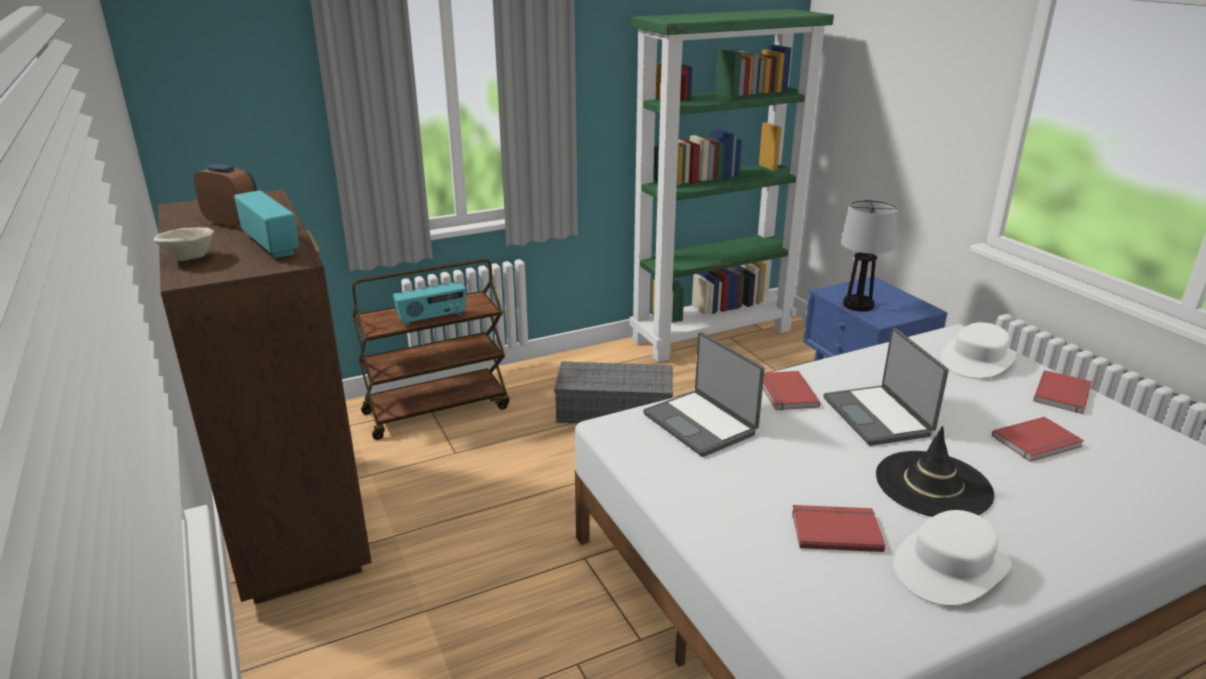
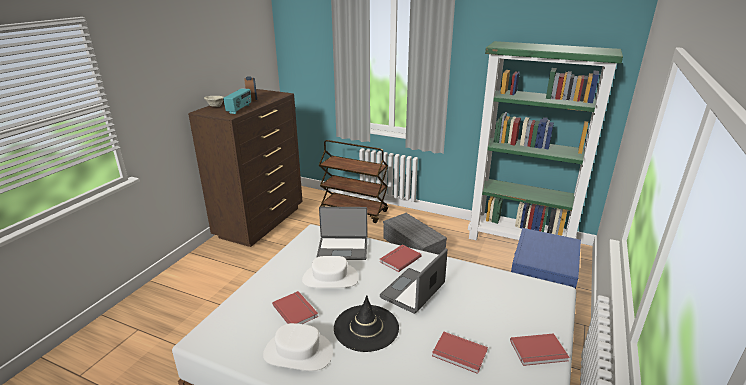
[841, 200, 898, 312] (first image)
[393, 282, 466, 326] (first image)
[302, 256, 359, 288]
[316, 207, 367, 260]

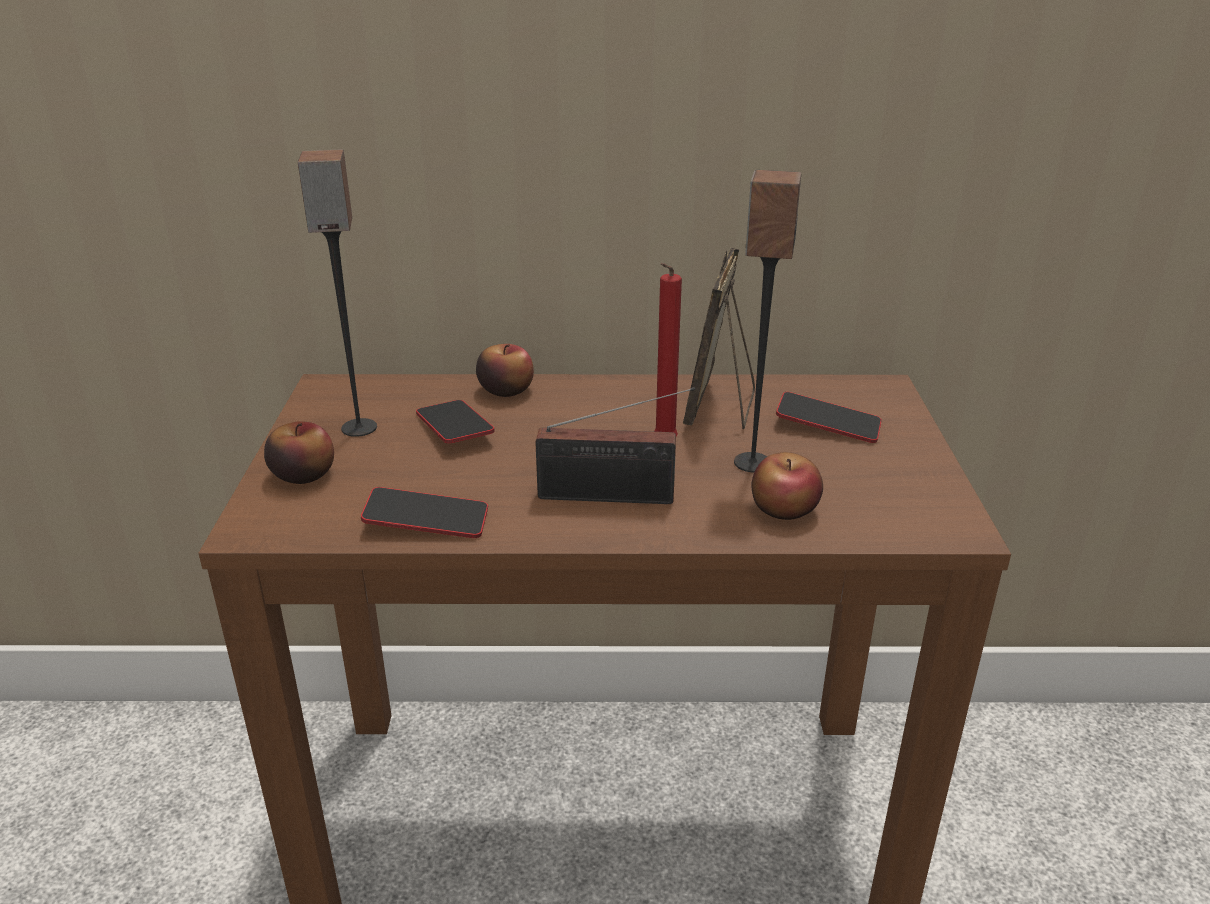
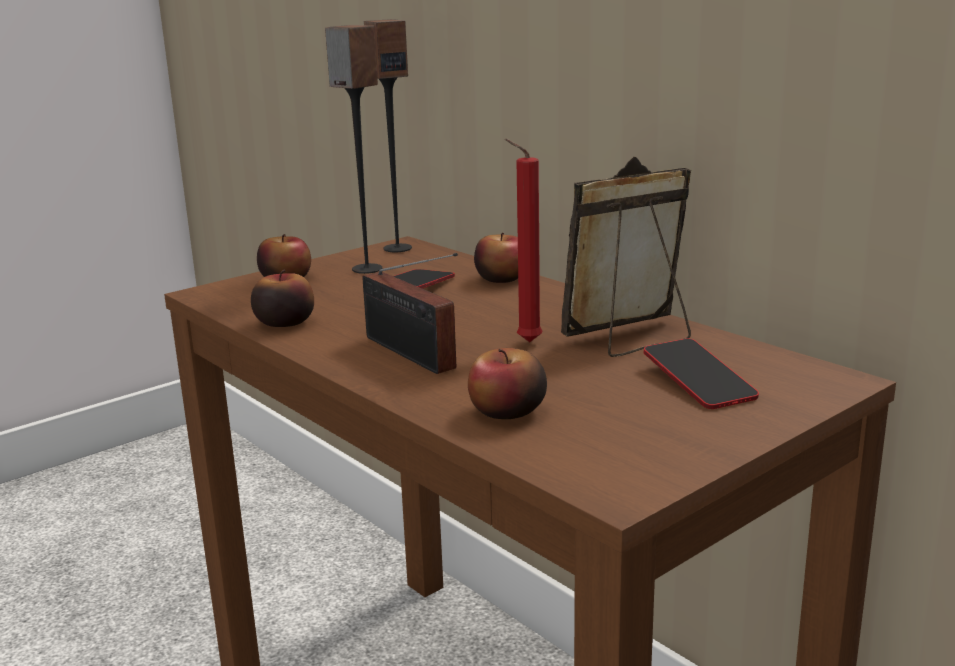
[364, 19, 412, 252]
[251, 269, 314, 327]

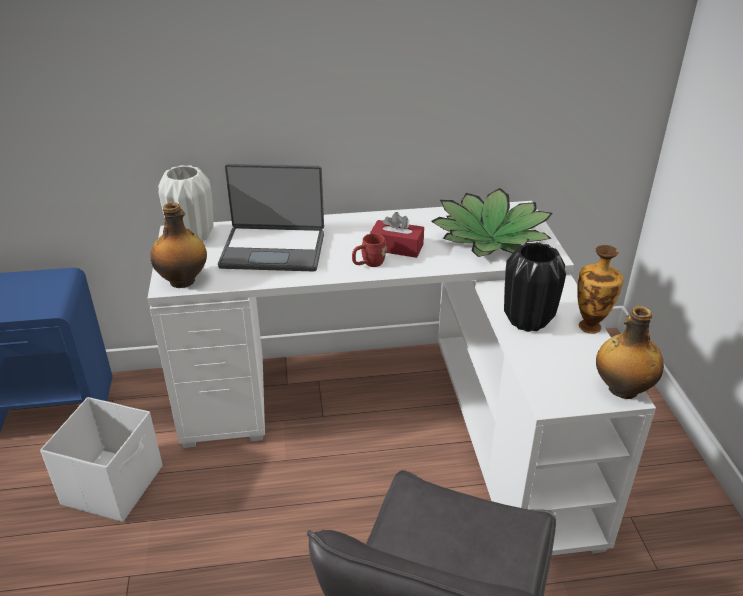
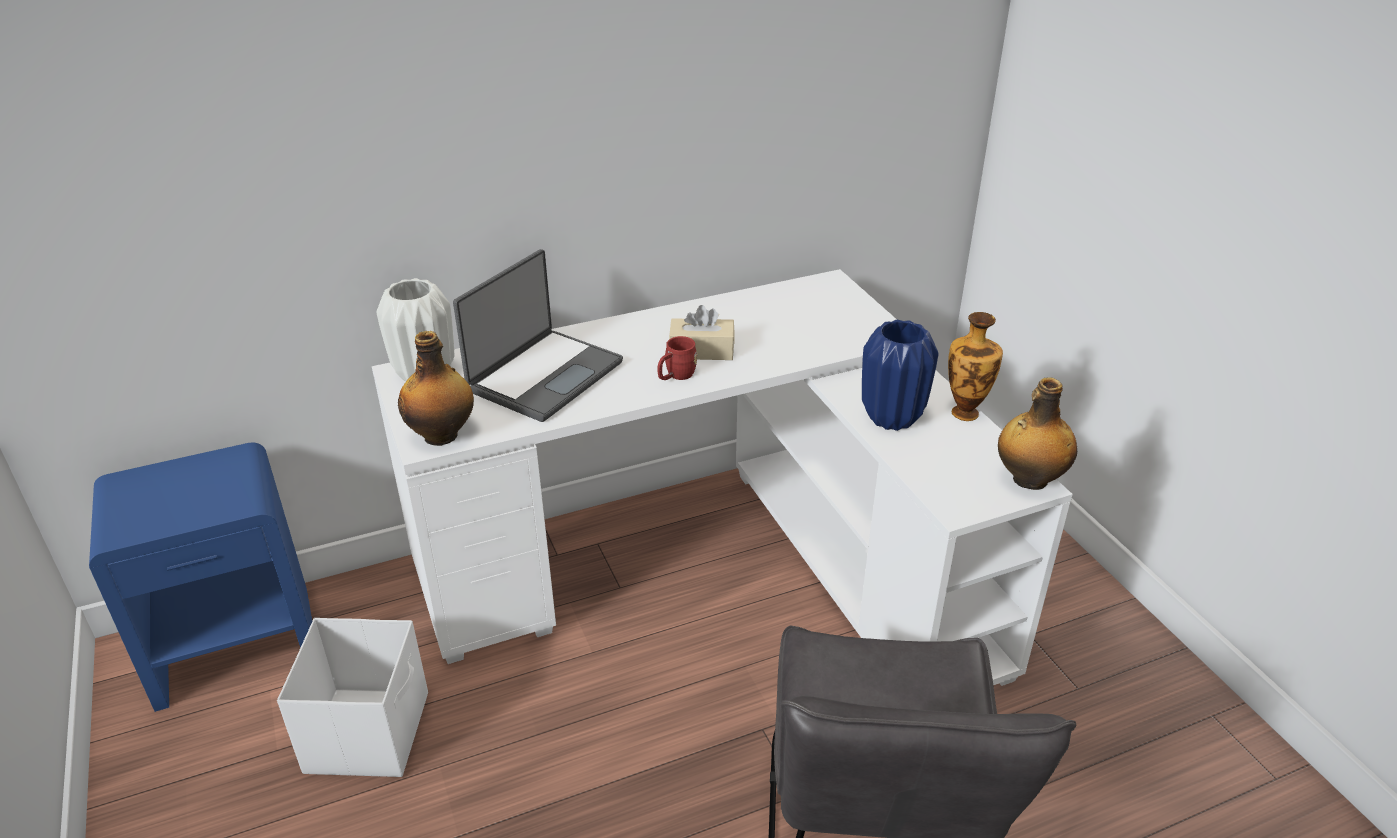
[453, 249, 623, 422]
[431, 188, 553, 257] (first image)
[669, 305, 735, 360]
[862, 320, 939, 431]

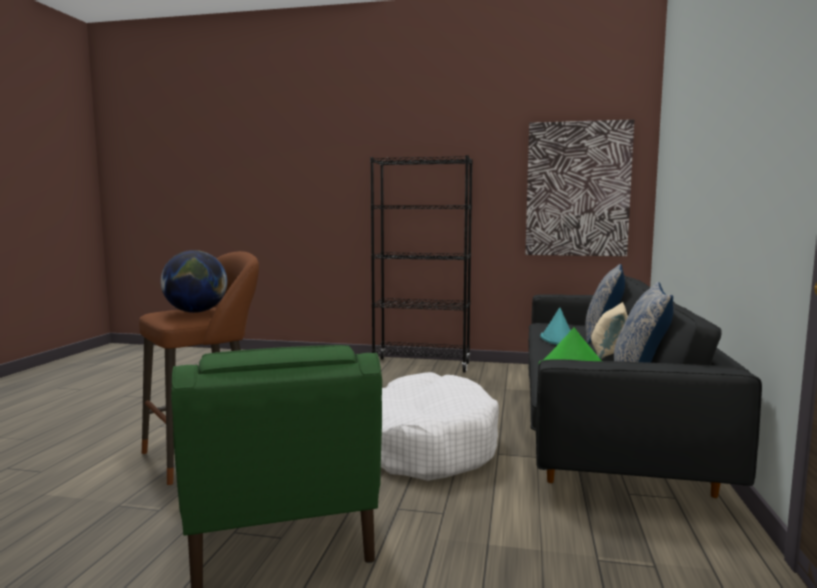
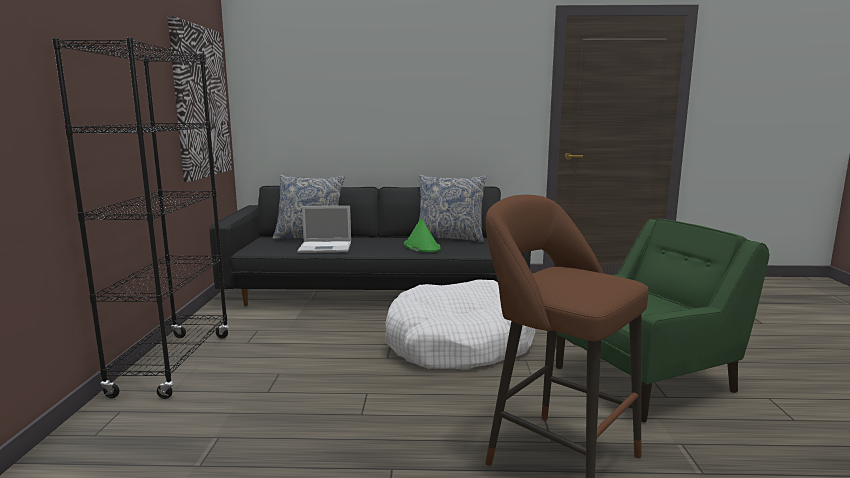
[161, 250, 227, 313] (first image)
[591, 302, 628, 359] (first image)
[297, 206, 351, 253]

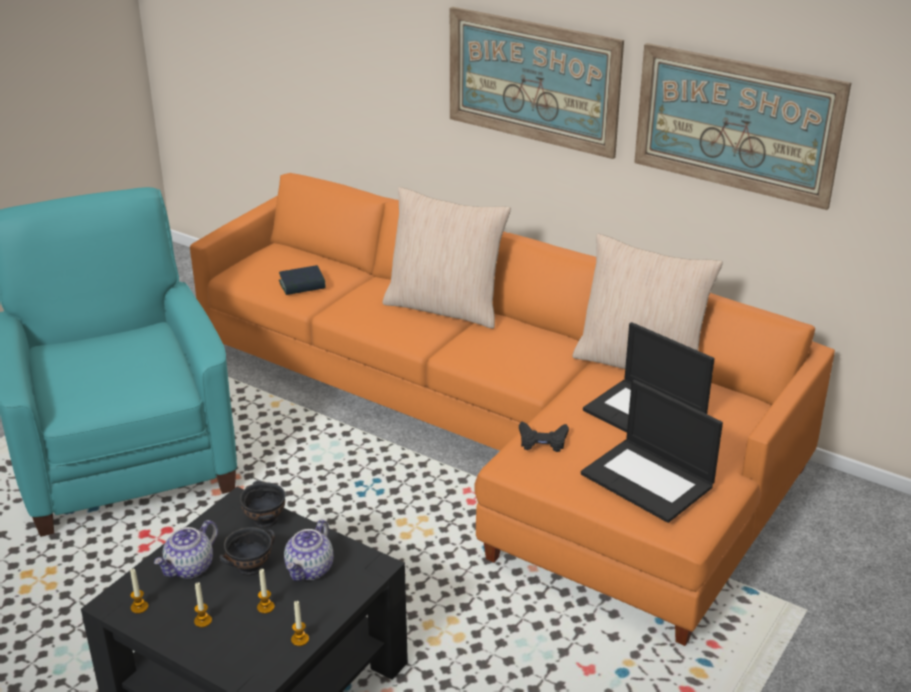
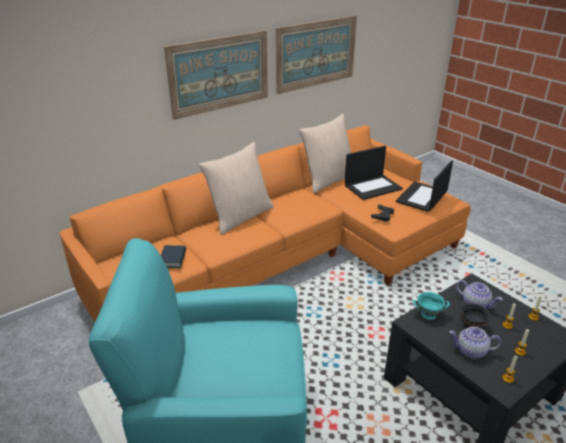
[396, 160, 453, 212]
[413, 292, 450, 320]
[449, 327, 502, 359]

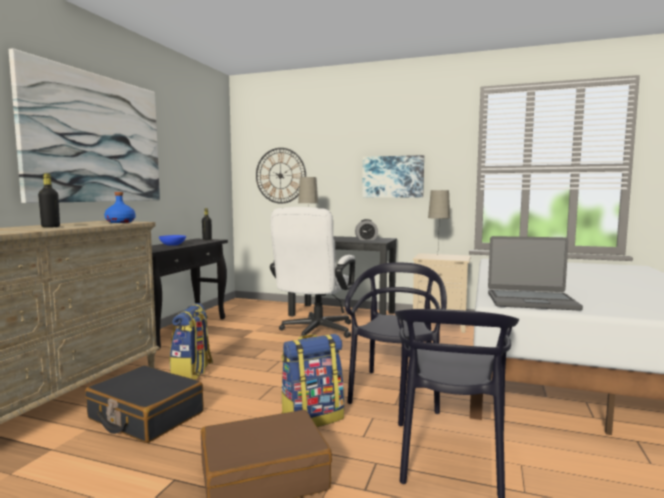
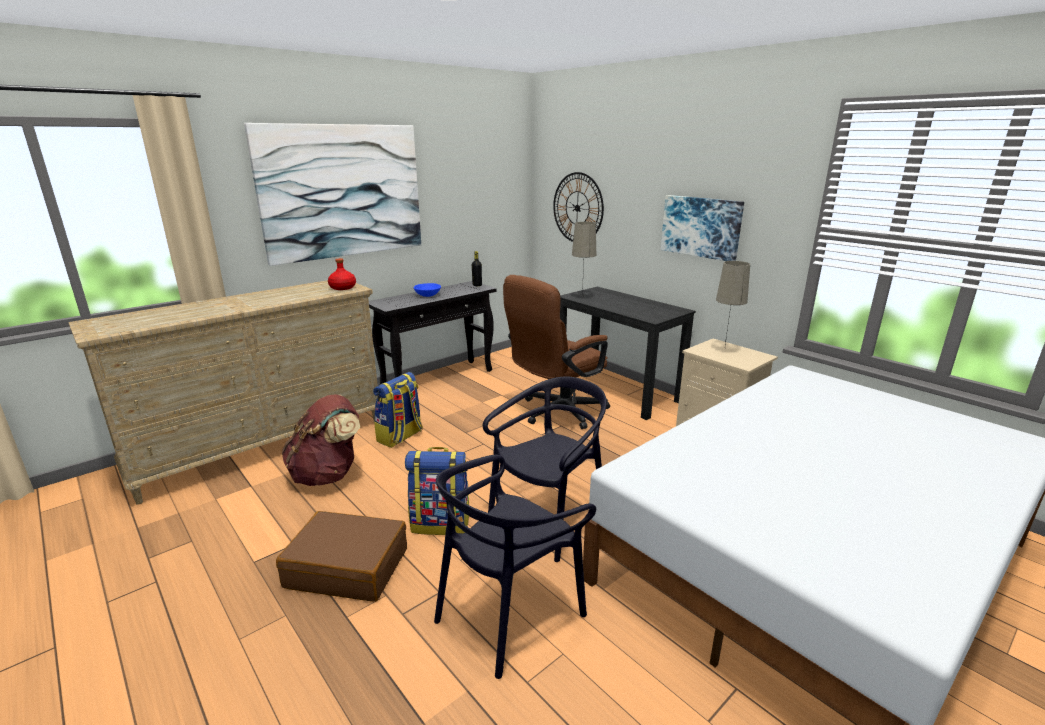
[38, 174, 60, 228] (first image)
[328, 258, 356, 290]
[503, 275, 610, 429]
[355, 219, 378, 240] (first image)
[488, 236, 583, 311] (first image)
[282, 394, 360, 486]

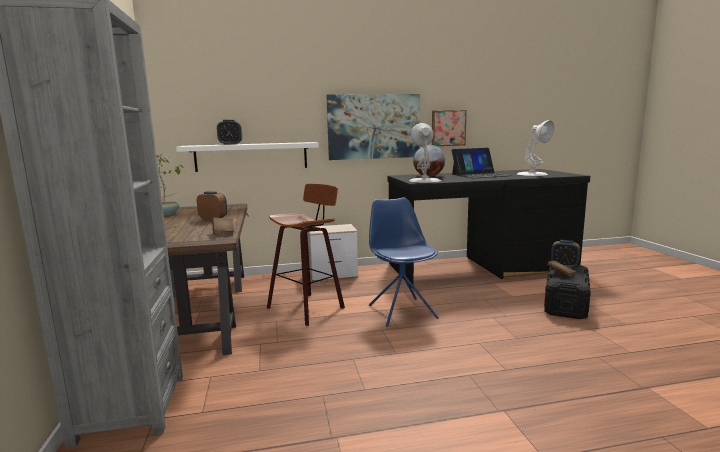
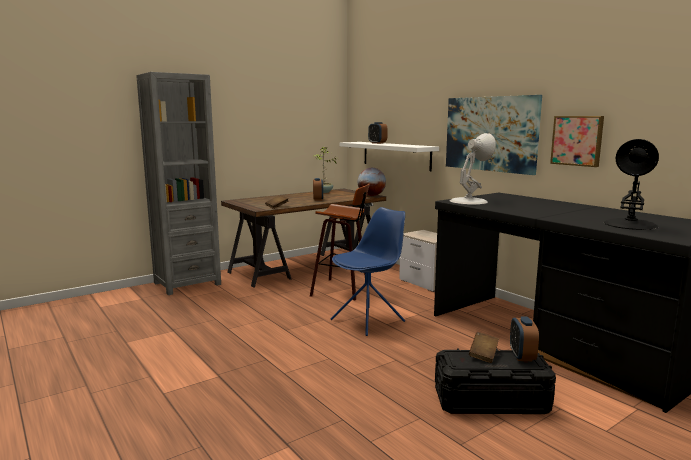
[604, 139, 659, 230]
[358, 168, 386, 196]
[452, 148, 512, 178] (first image)

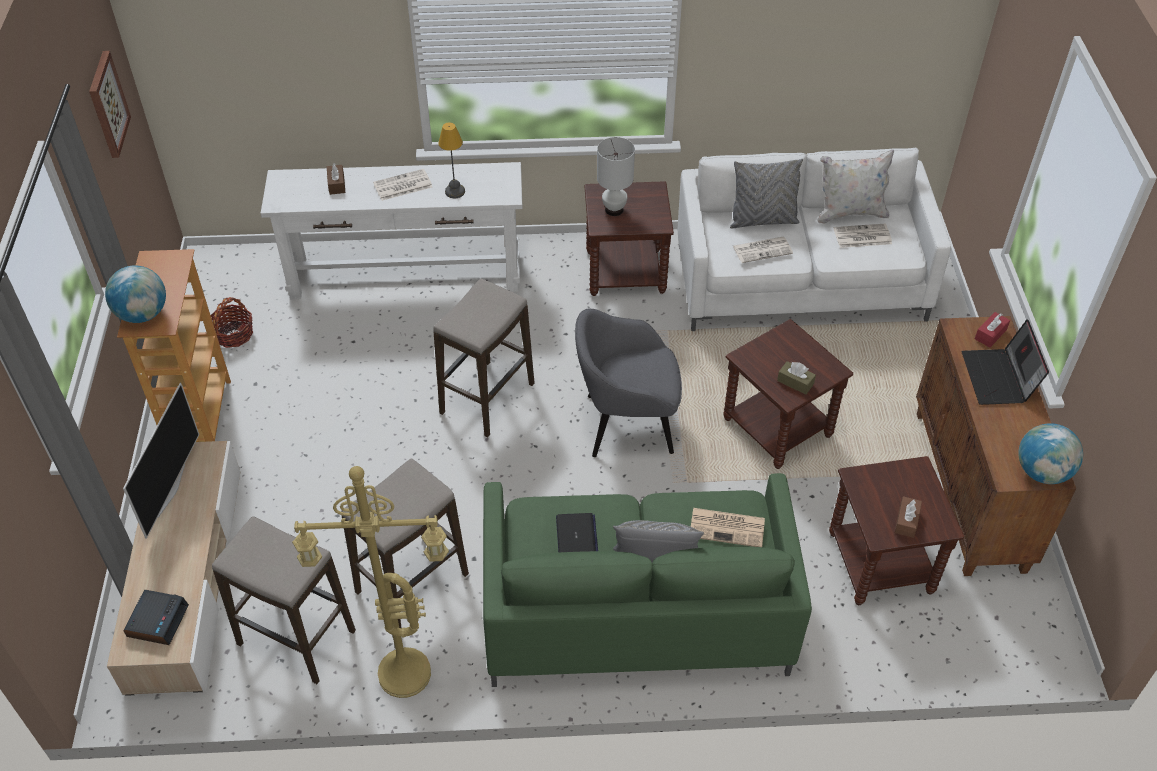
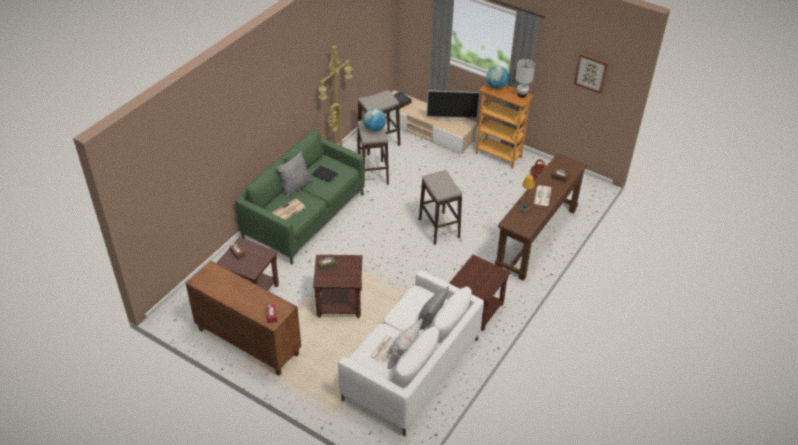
[515, 59, 535, 98]
[495, 153, 587, 281]
[733, 237, 793, 263] (first image)
[575, 308, 682, 457] (first image)
[961, 319, 1049, 405] (first image)
[426, 91, 480, 121]
[363, 108, 386, 132]

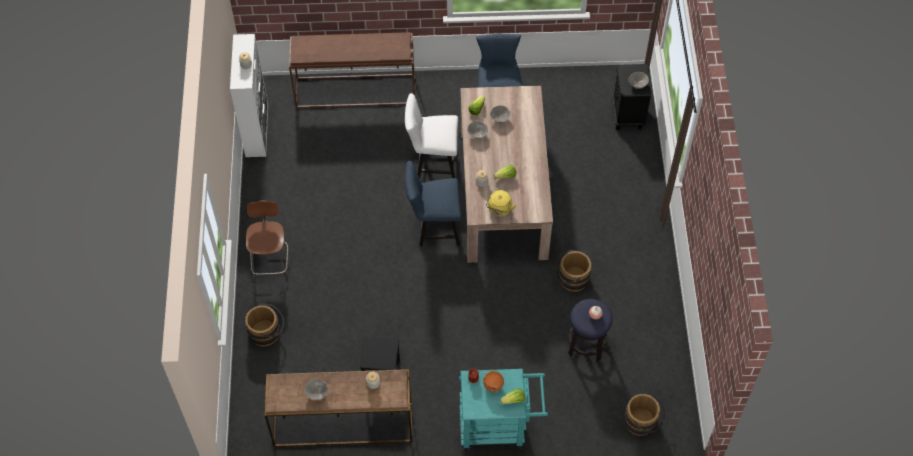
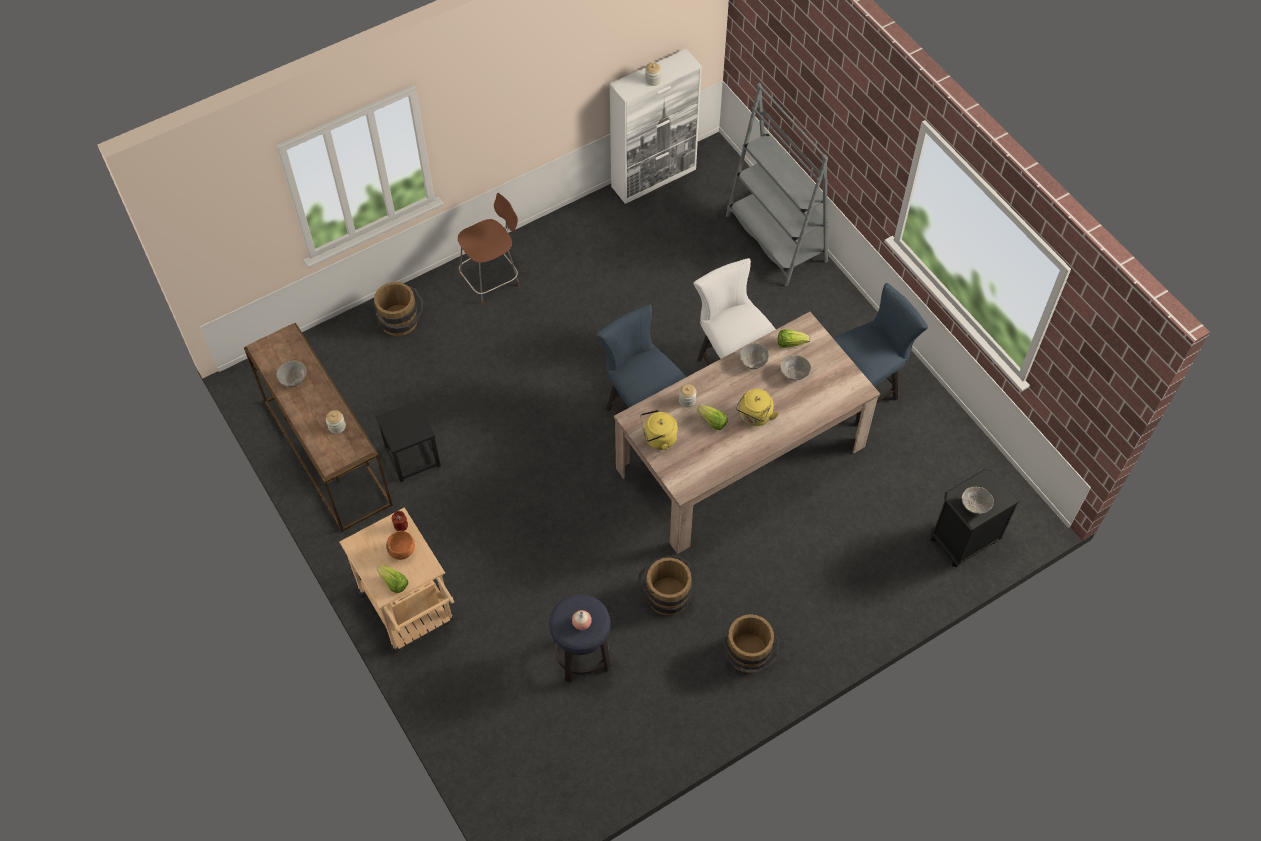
[726, 83, 829, 286]
[339, 507, 454, 653]
[724, 614, 779, 673]
[736, 389, 779, 426]

